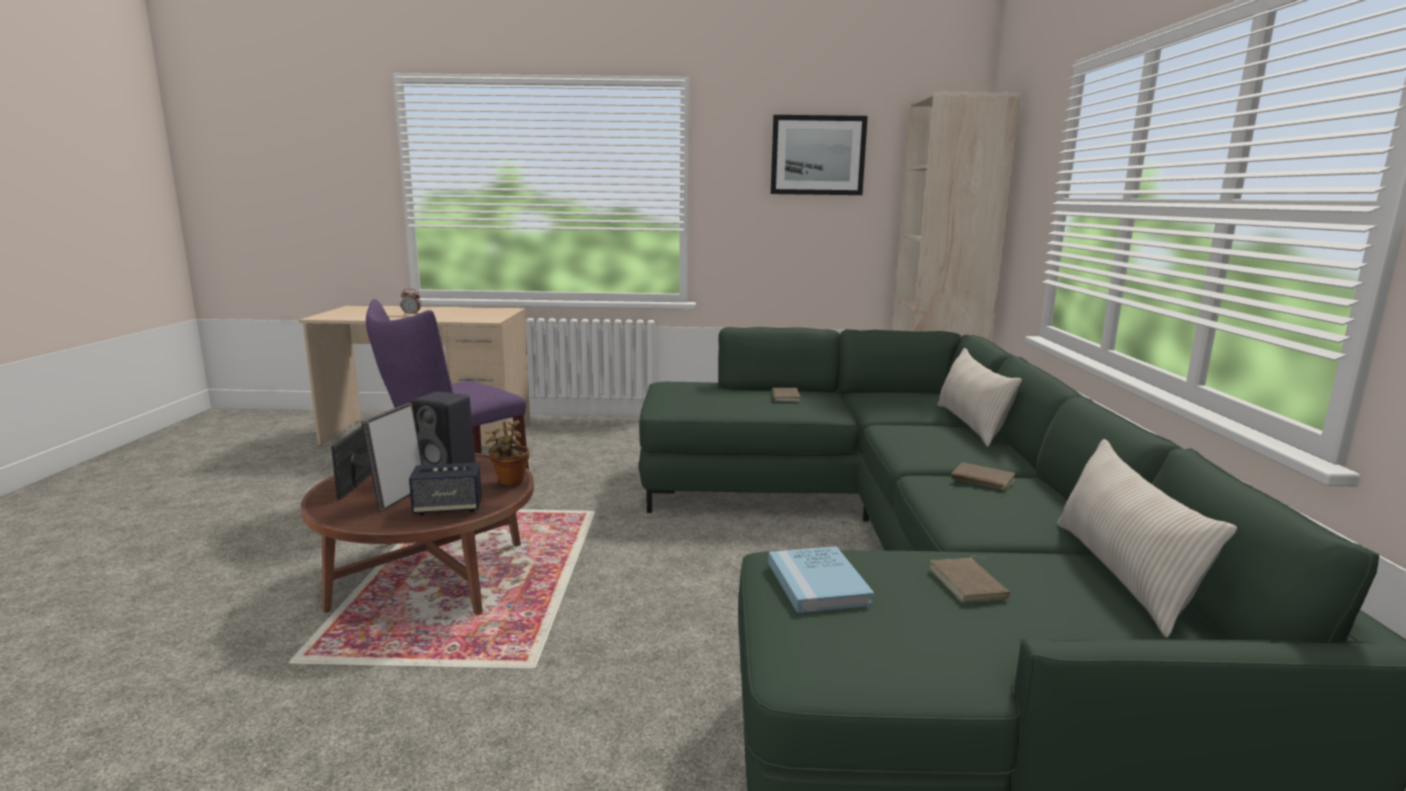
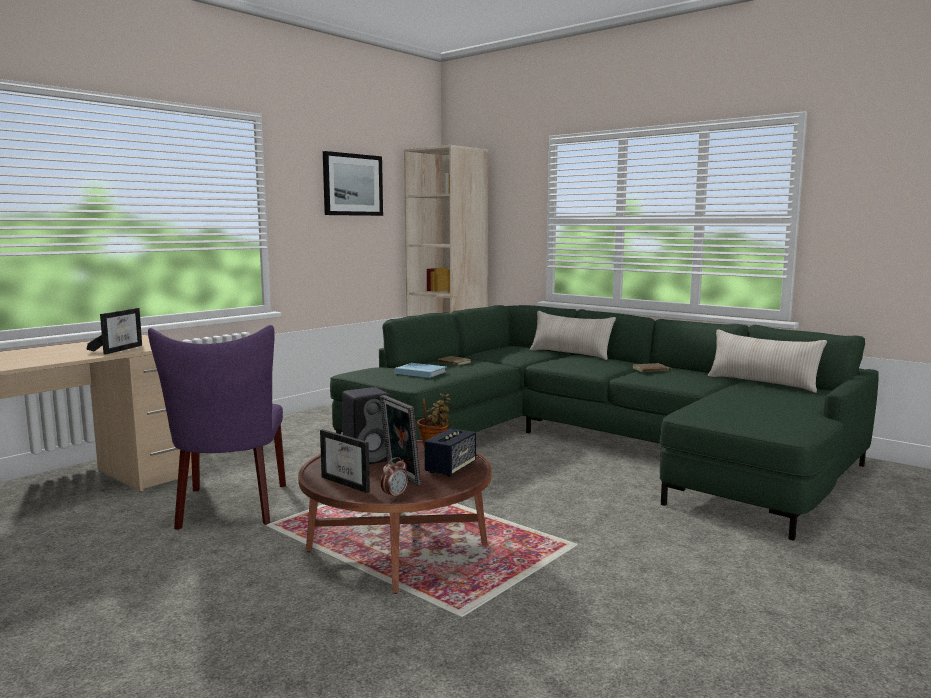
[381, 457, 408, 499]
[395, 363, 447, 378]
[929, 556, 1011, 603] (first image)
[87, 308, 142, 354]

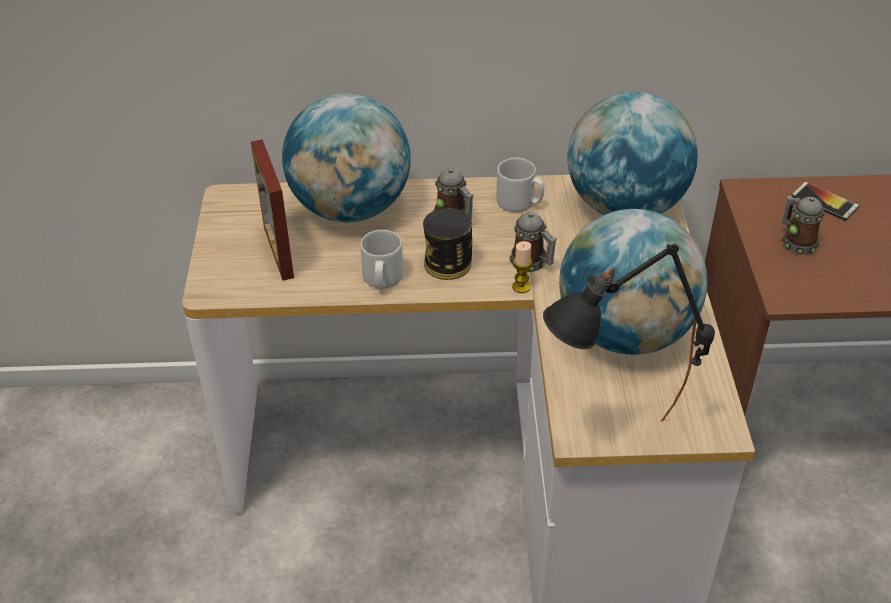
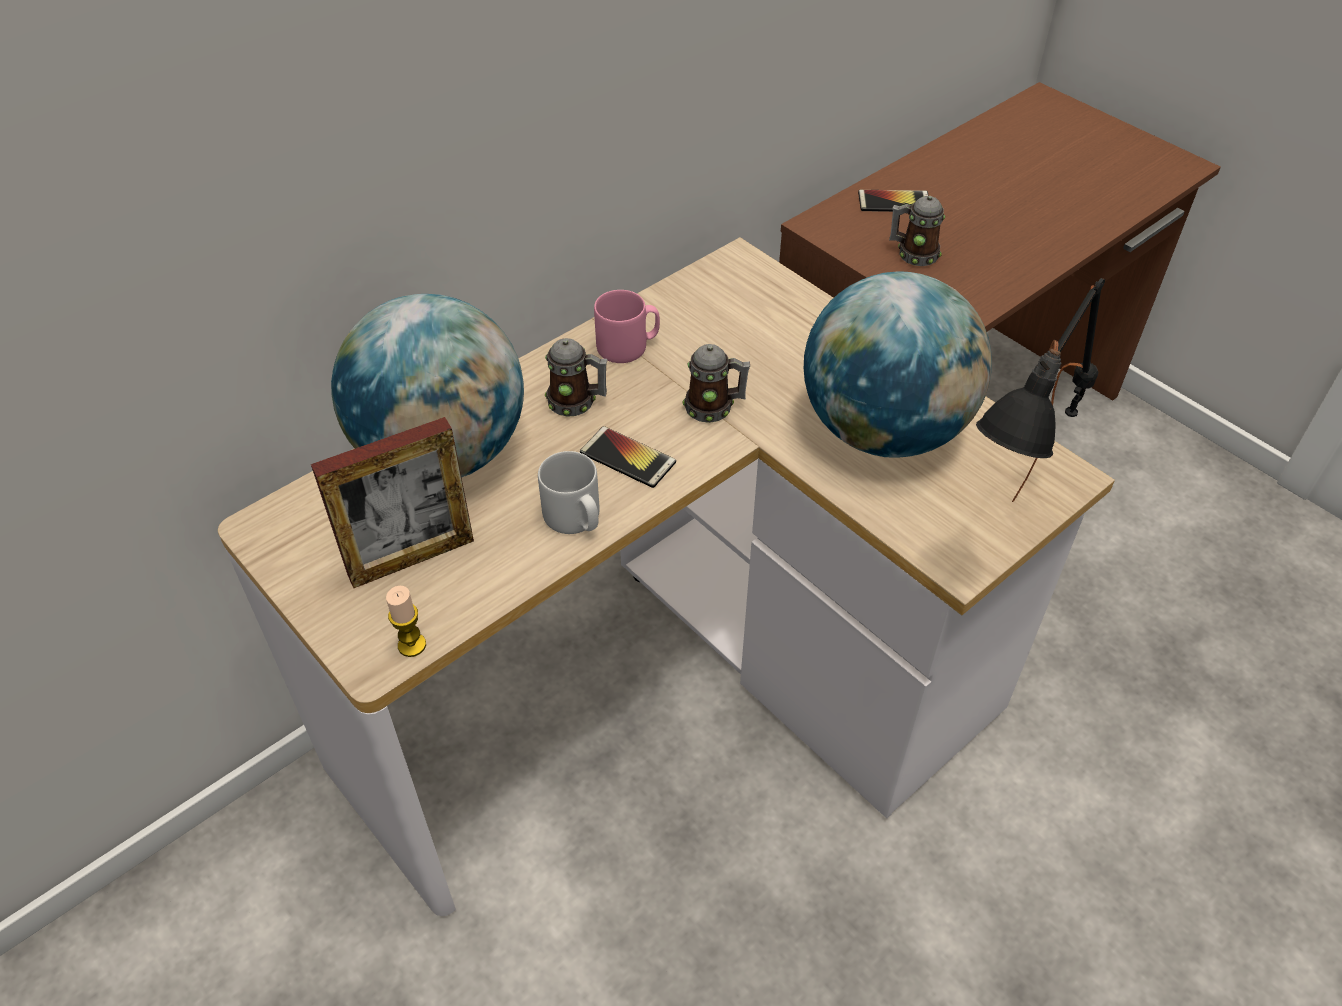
[568, 92, 698, 215] (first image)
[311, 417, 474, 588]
[594, 290, 660, 363]
[580, 426, 676, 488]
[386, 586, 426, 657]

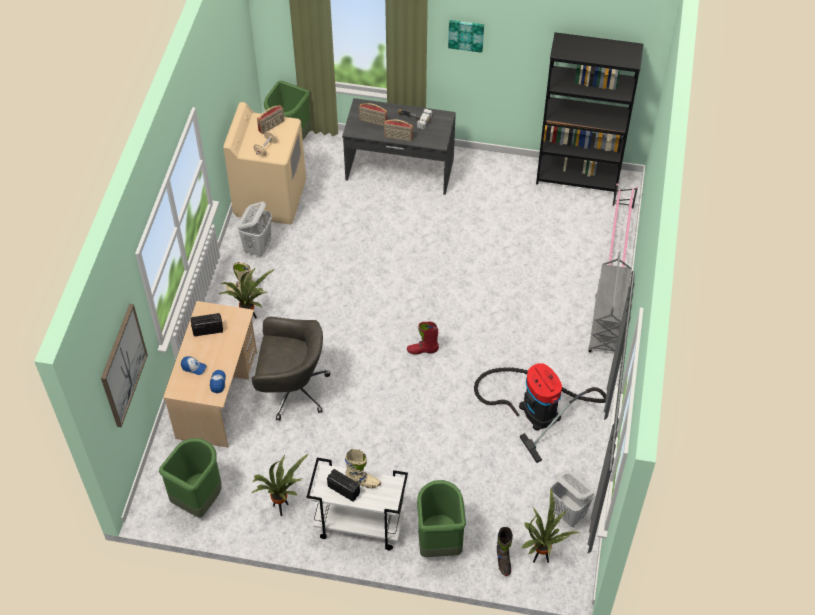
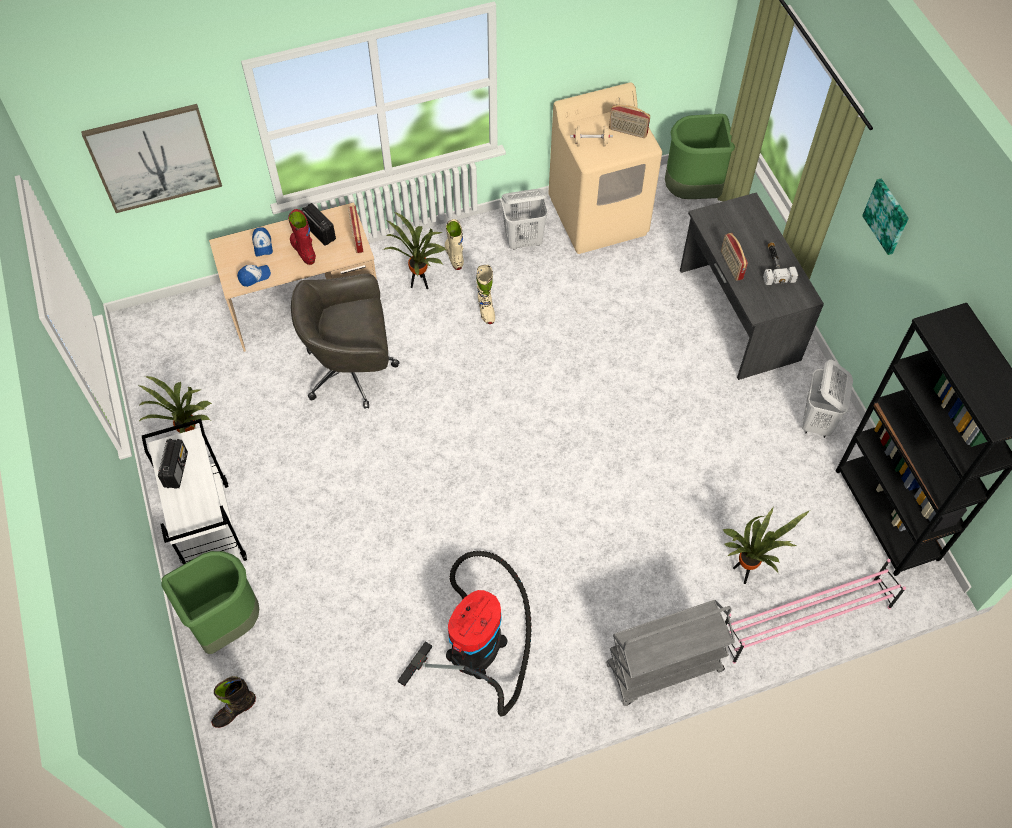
[348, 205, 364, 253]
[291, 274, 400, 409]
[288, 209, 316, 265]
[159, 438, 222, 517] (first image)
[476, 265, 495, 324]
[802, 359, 853, 438]
[722, 508, 809, 584]

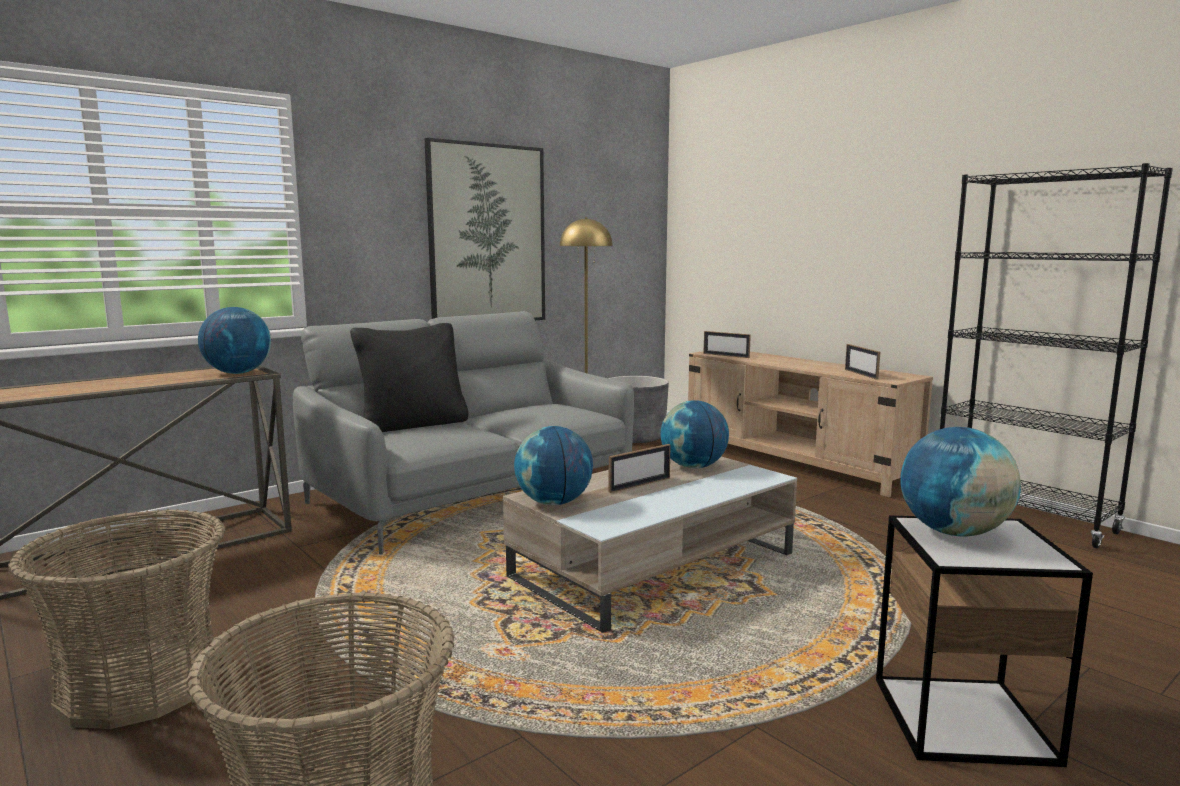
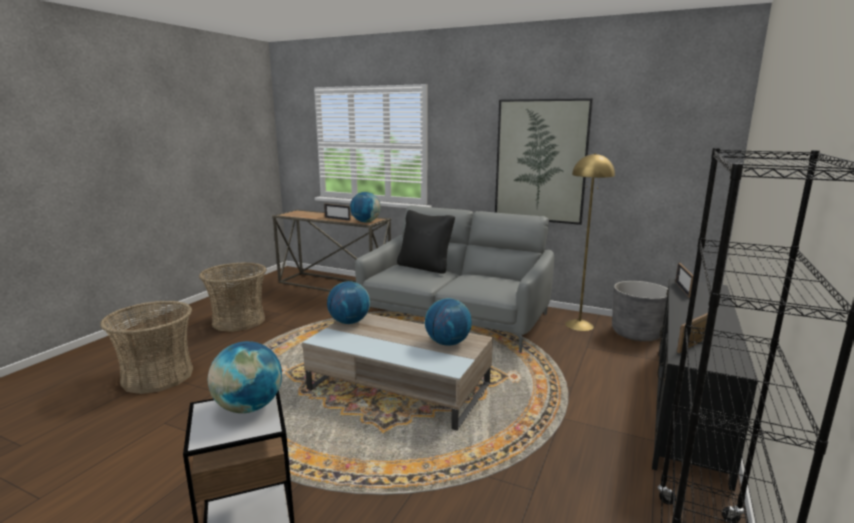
[652, 278, 758, 491]
[324, 203, 351, 221]

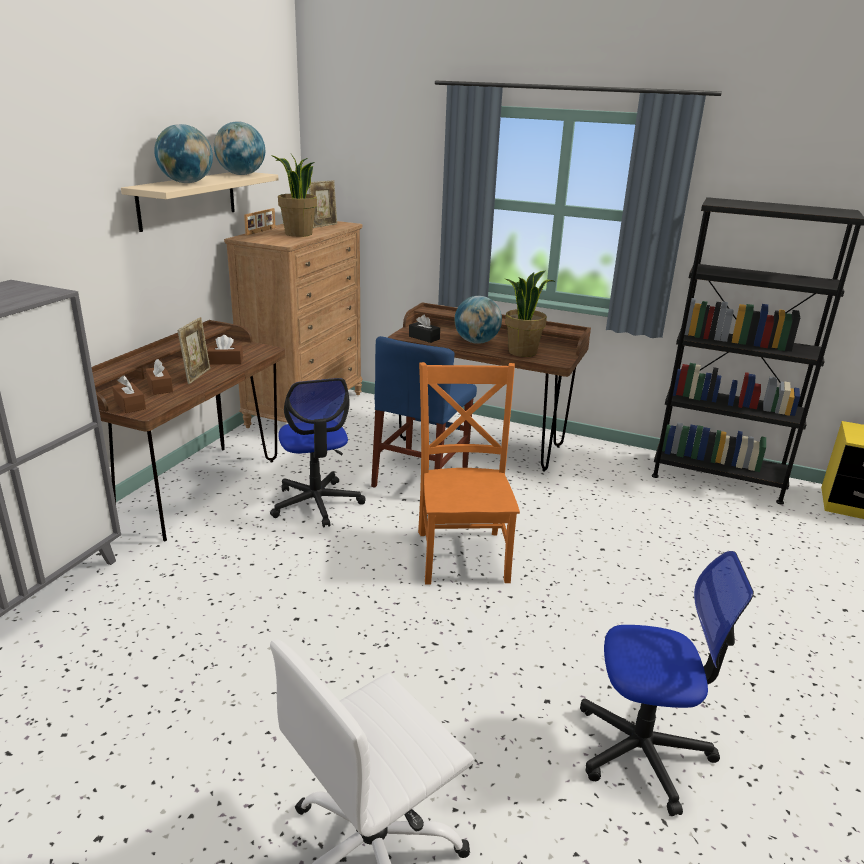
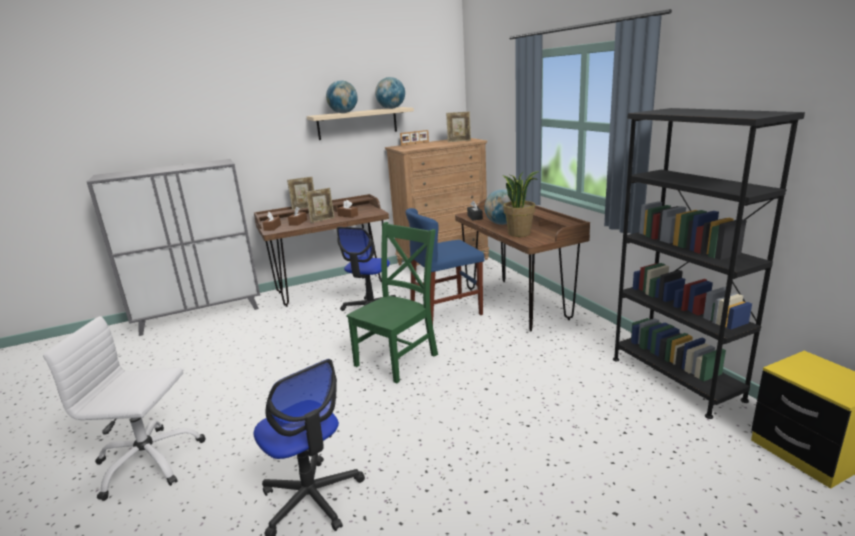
[271, 154, 317, 237] (first image)
[346, 222, 438, 384]
[287, 177, 314, 210]

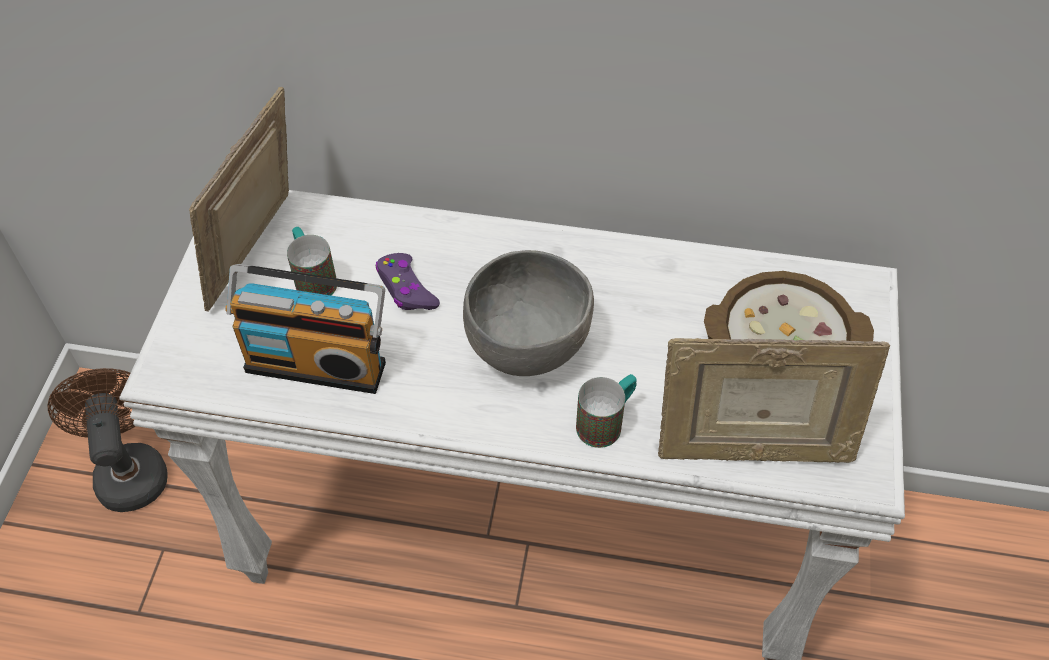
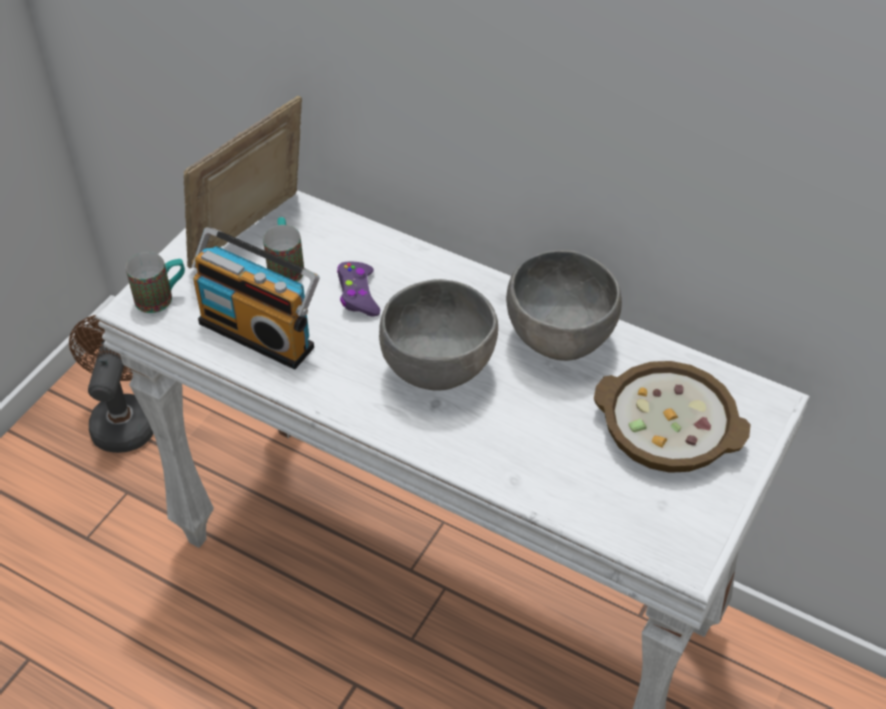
[658, 338, 890, 463] (first image)
[126, 252, 185, 313]
[506, 250, 622, 361]

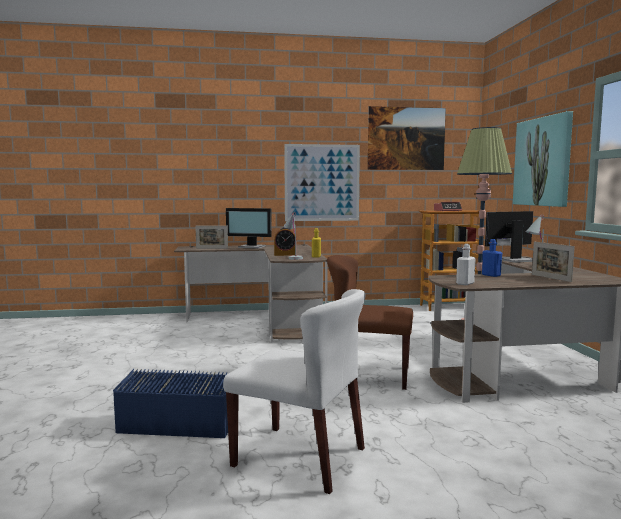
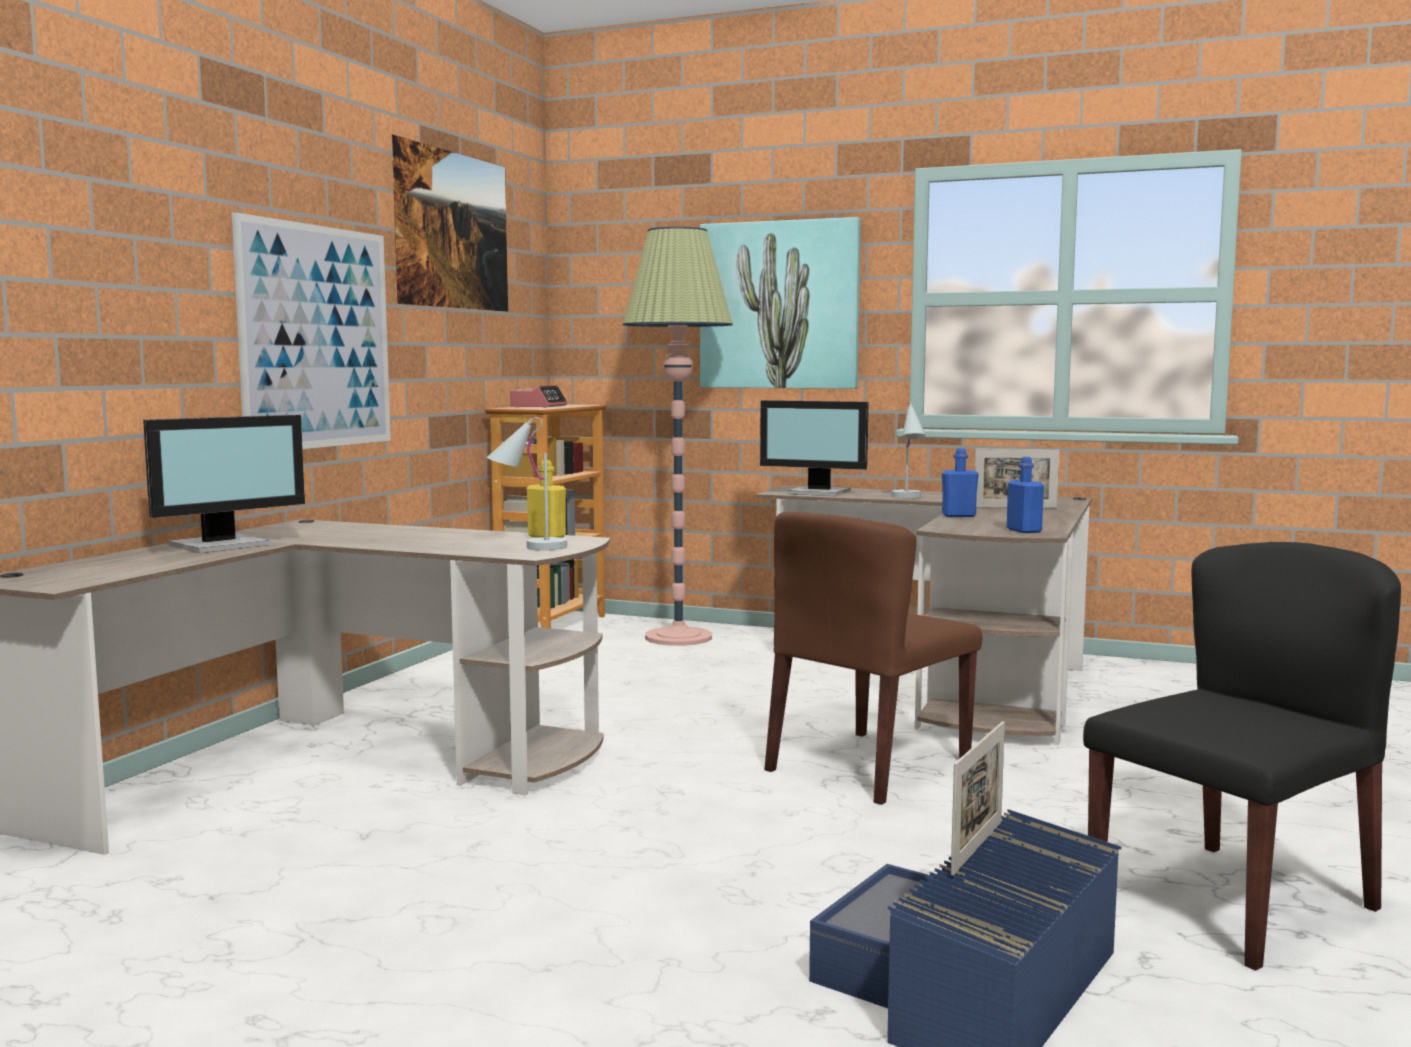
[760, 400, 869, 496]
[951, 721, 1005, 876]
[274, 227, 297, 256] (first image)
[1007, 457, 1044, 533]
[1083, 542, 1401, 971]

